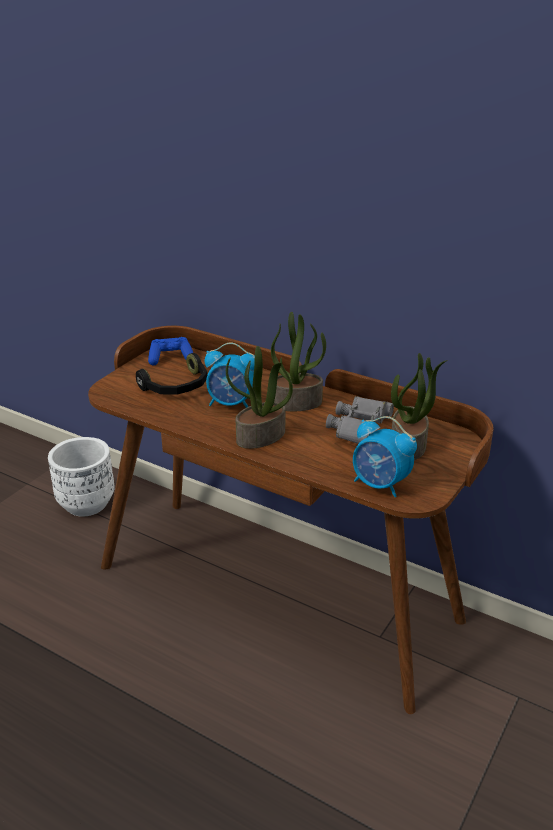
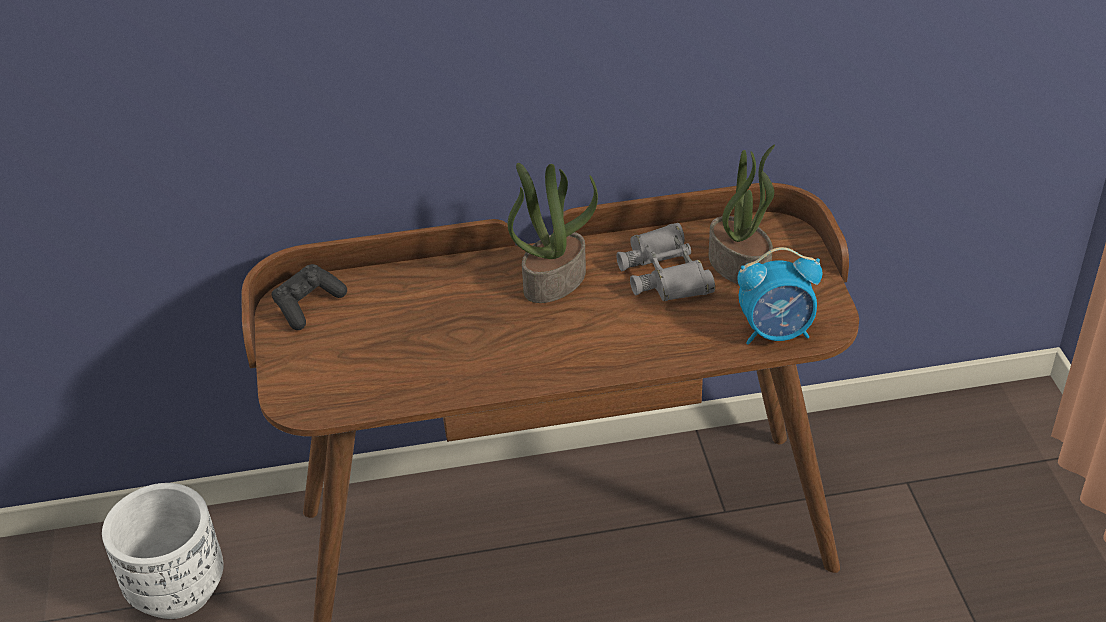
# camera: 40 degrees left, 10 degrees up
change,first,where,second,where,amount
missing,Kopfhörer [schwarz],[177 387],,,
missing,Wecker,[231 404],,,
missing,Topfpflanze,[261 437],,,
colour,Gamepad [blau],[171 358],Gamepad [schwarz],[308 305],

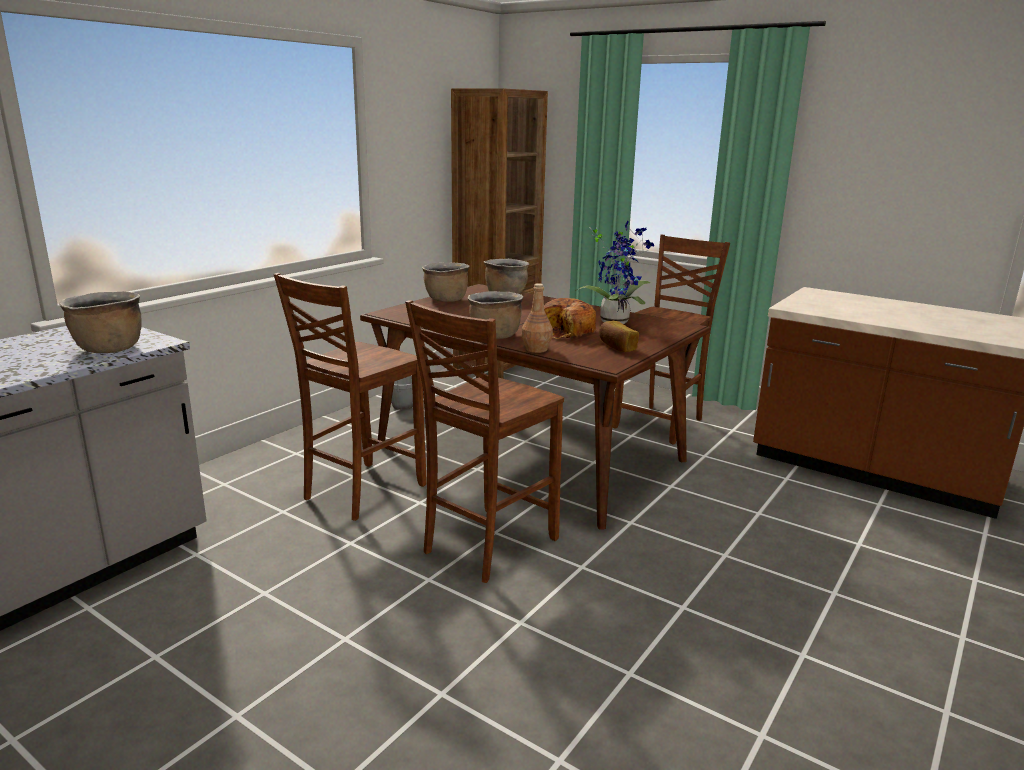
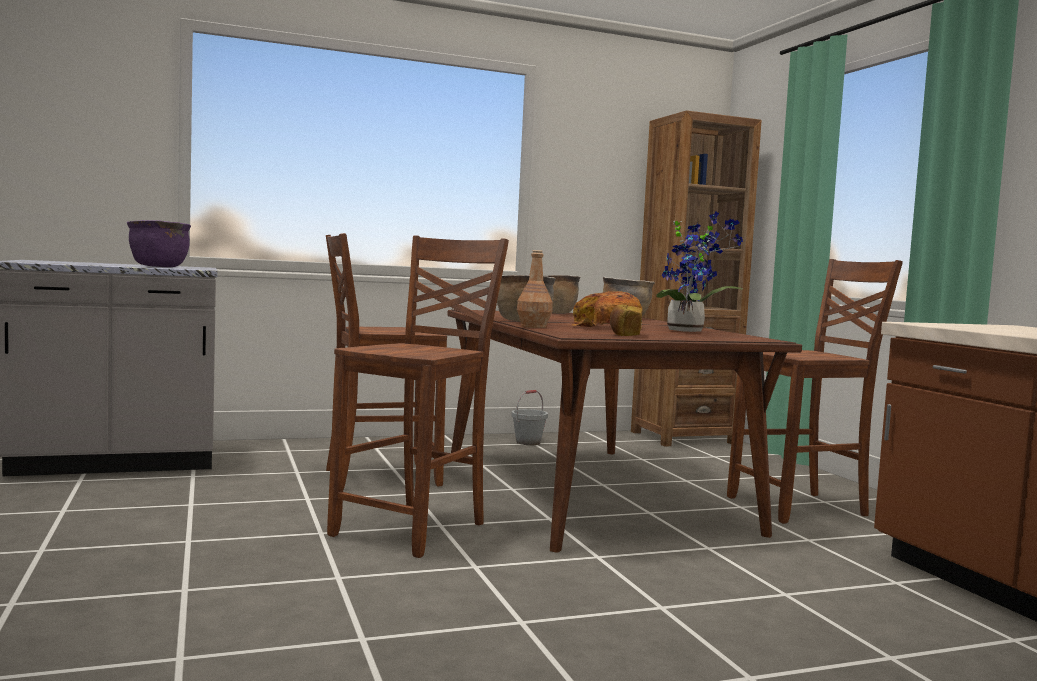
# camera: 35 degrees right, 15 degrees down
change,first,where,second,where,amount
colour,Kochtopf [braun],[108 349],Kochtopf [lila],[158 267],
spun,Stuhl [braun],[486 545],,[414 530],135 degrees clockwise

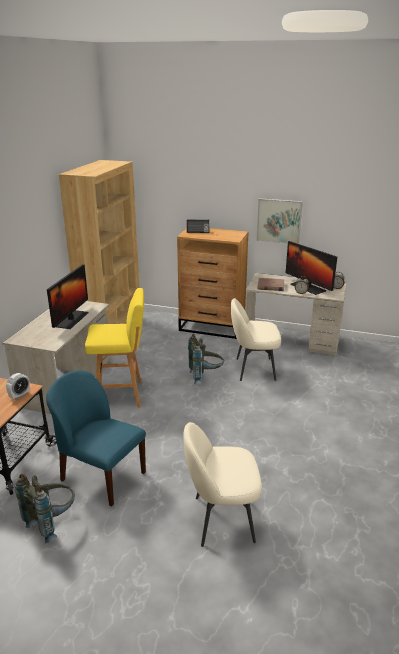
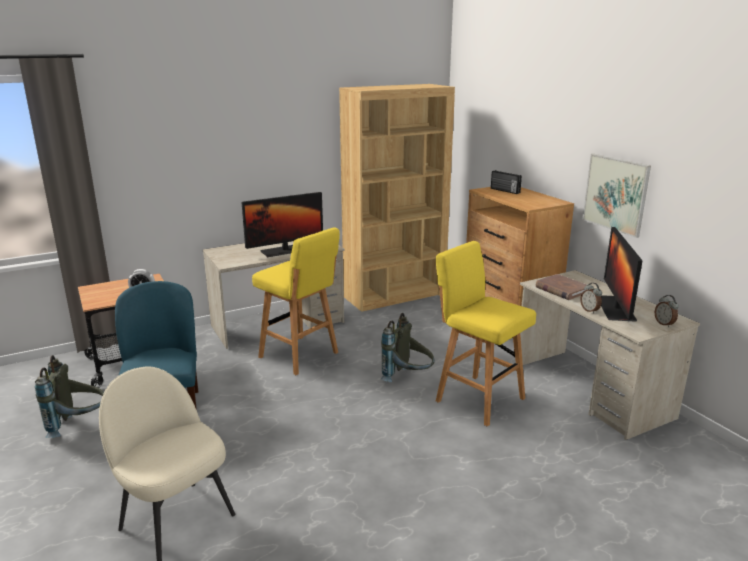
# camera: 45 degrees right, 5 degrees down
change,first,where,second,where,amount
exchanged,Stuhl [beige],[253 369],Hocker [gelb],[477 398],

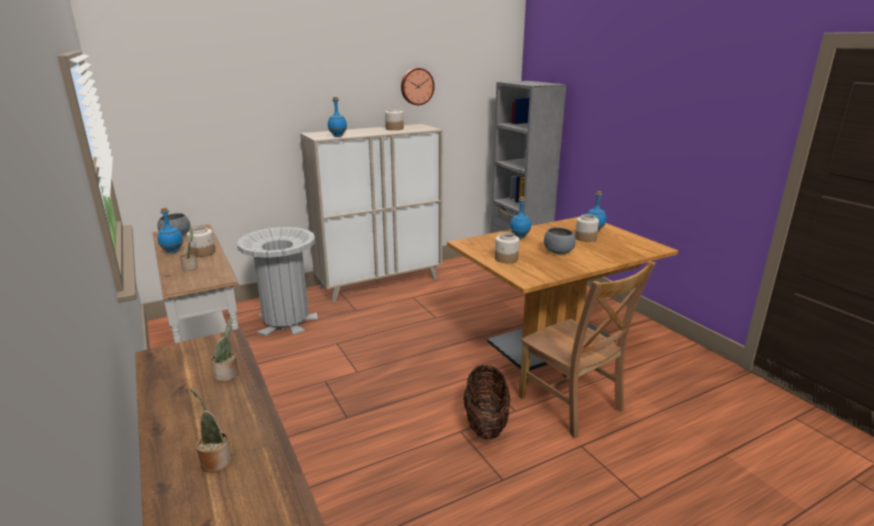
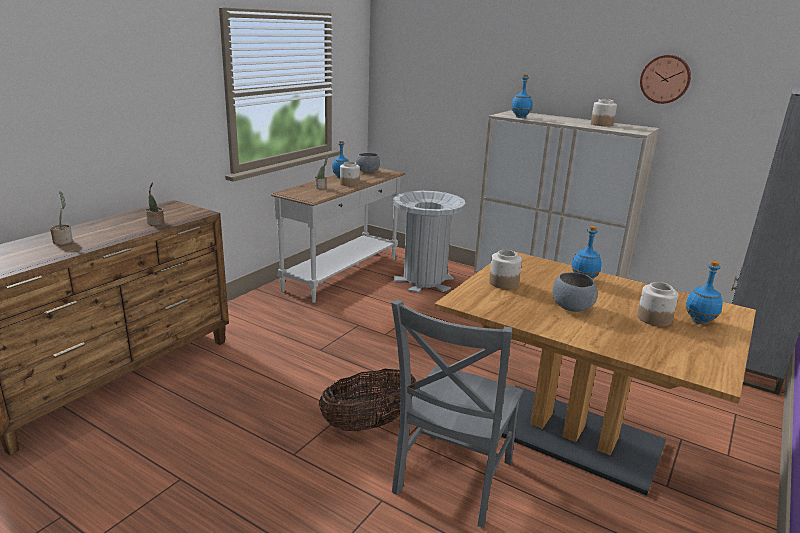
# camera: 60 degrees right, 0 degrees up
change,first,where,second,where,amount
colour,Stuhl [braun],[572 405],Stuhl [grau],[451 480],

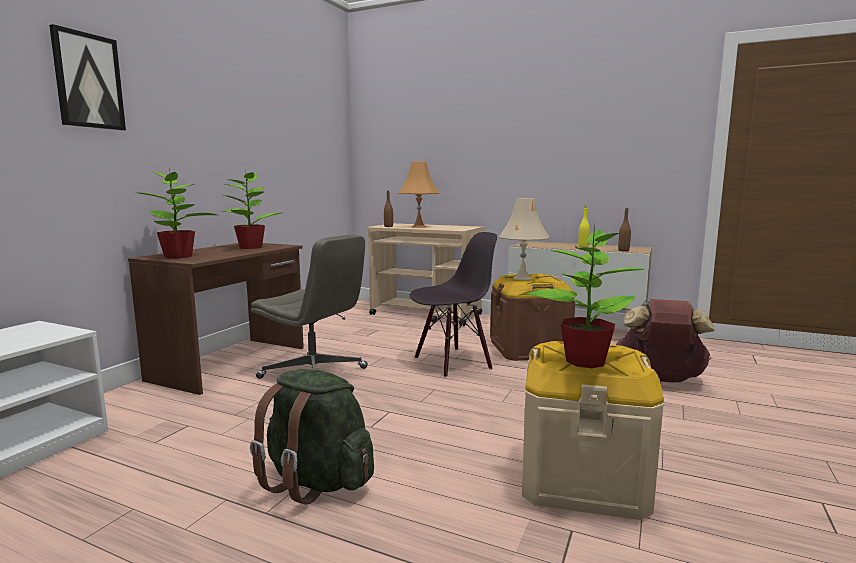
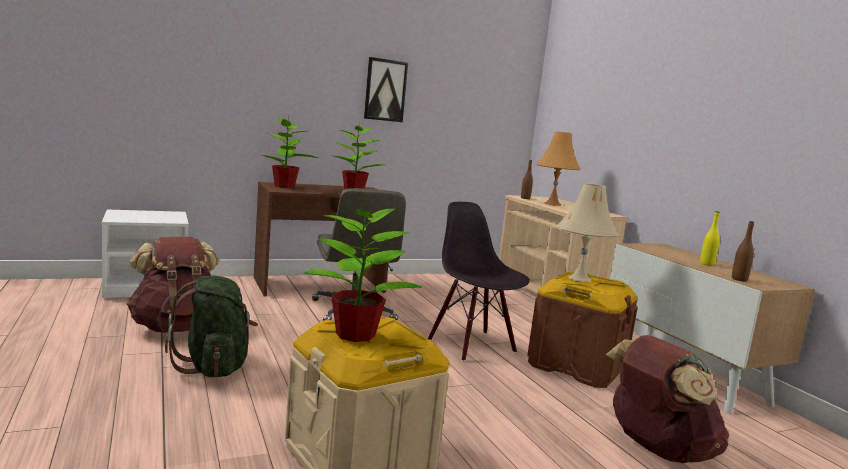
# camera: 40 degrees right, 0 degrees up
change,first,where,second,where,amount
appeared,,,Rucksack [braun],[177 328],
relocated,Bild,[88 81],,[385 90],
spun,Stuhl [schwarz],[452 362],,[472 345],135 degrees counterclockwise

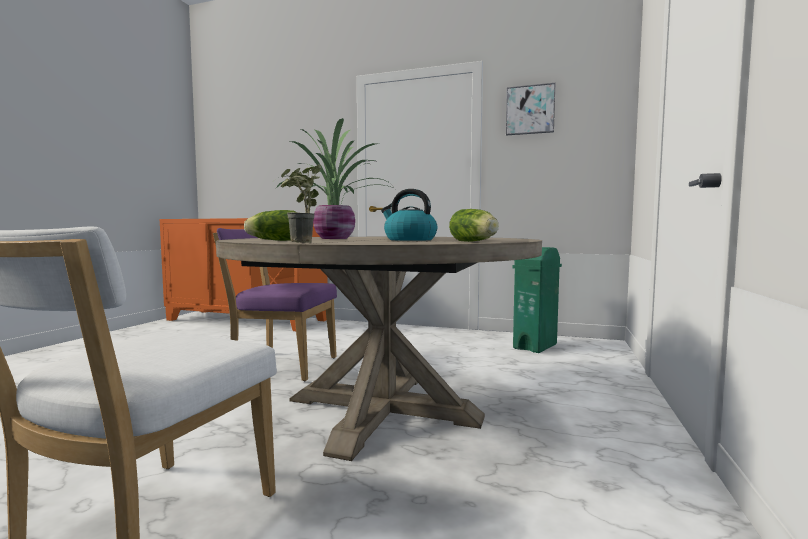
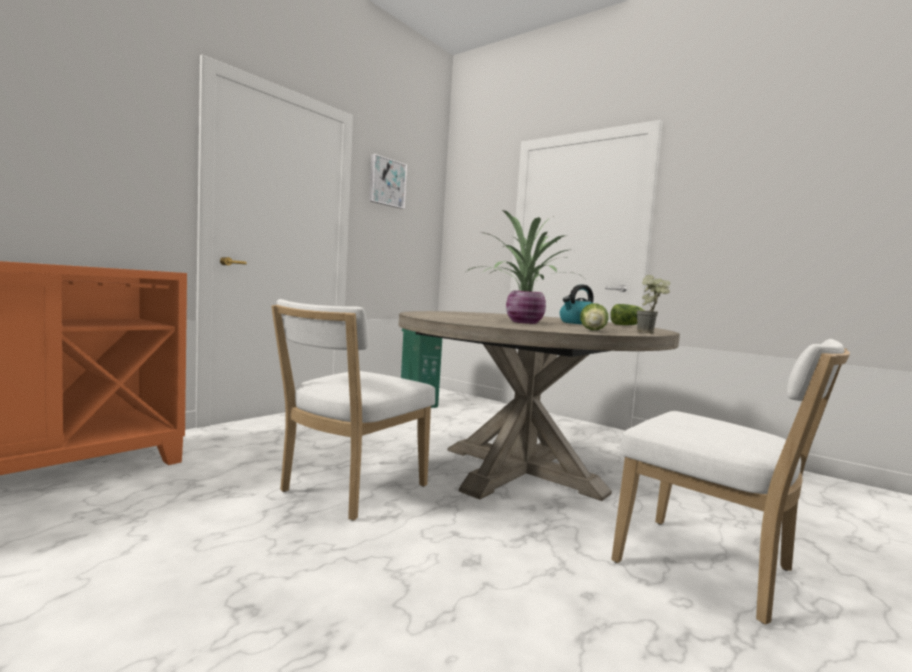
# camera: 70 degrees left, 0 degrees up
change,first,where,second,where,amount
colour,Stuhl [lila],[281 365],Stuhl [weiß],[349 490],

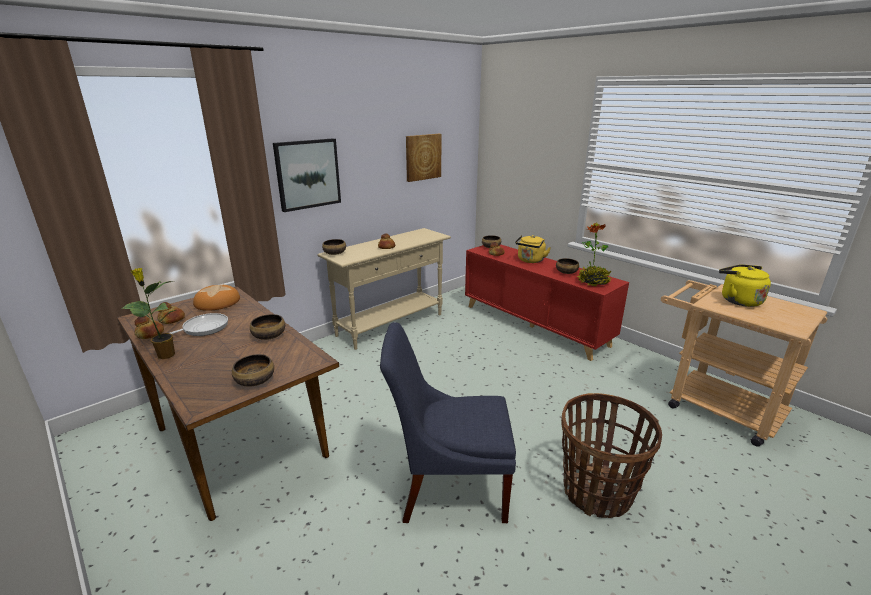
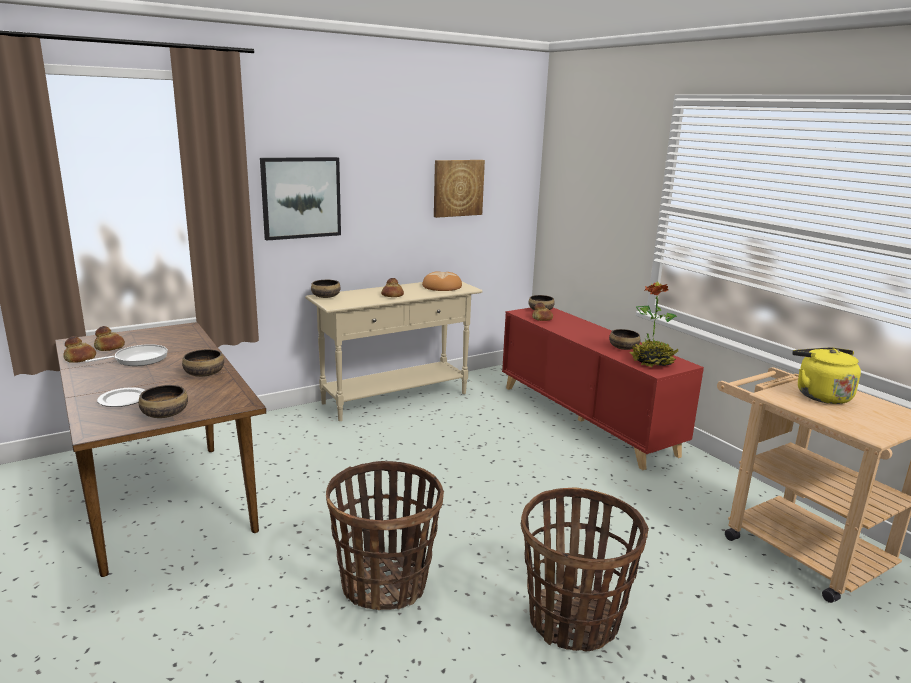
# camera: 10 degrees right, 5 degrees down
change,first,where,second,where,amount
missing,Topfpflanze,[165 355],,,
missing,Wasserkessel [gelb],[530 261],,,
appeared,,,Teller,[123 399],
relocated,Brot,[217 302],,[442 286],
exchanged,Stuhl [blau],[447 486],Korb,[385 584],

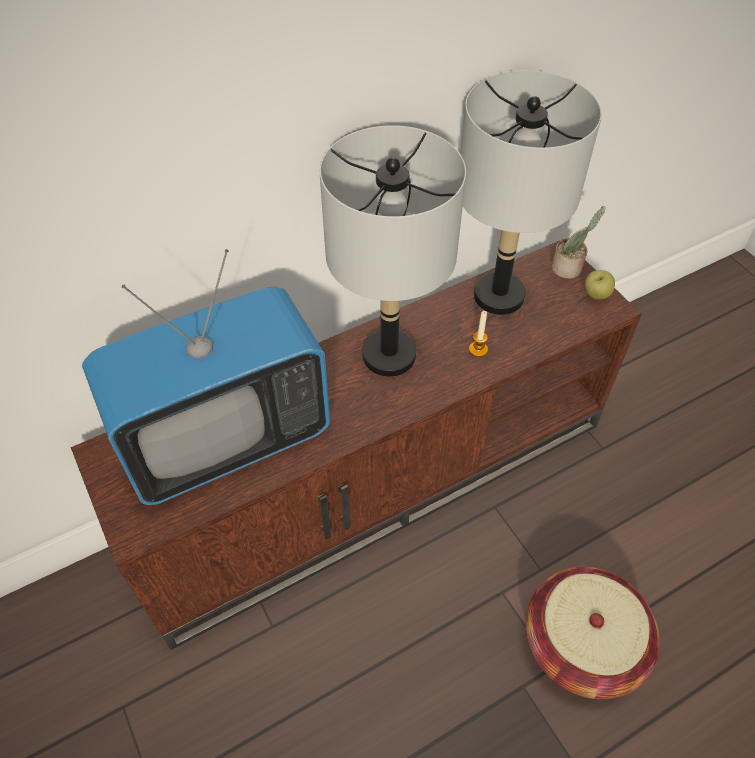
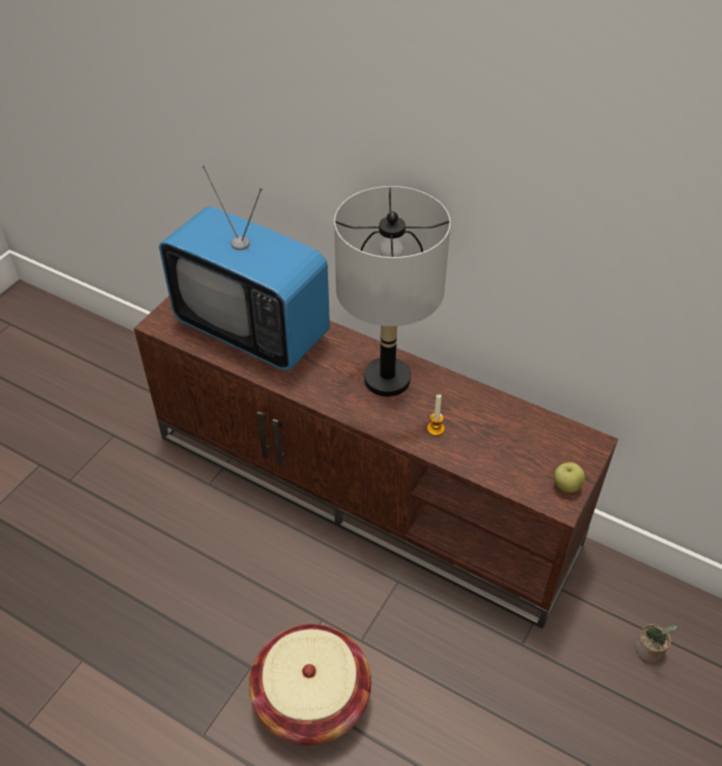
# camera: 60 degrees right, 5 degrees down
change,first,where,second,where,amount
missing,Tischlampe [grau],[499 296],,,
relocated,Topfpflanze,[568 269],,[650 651],

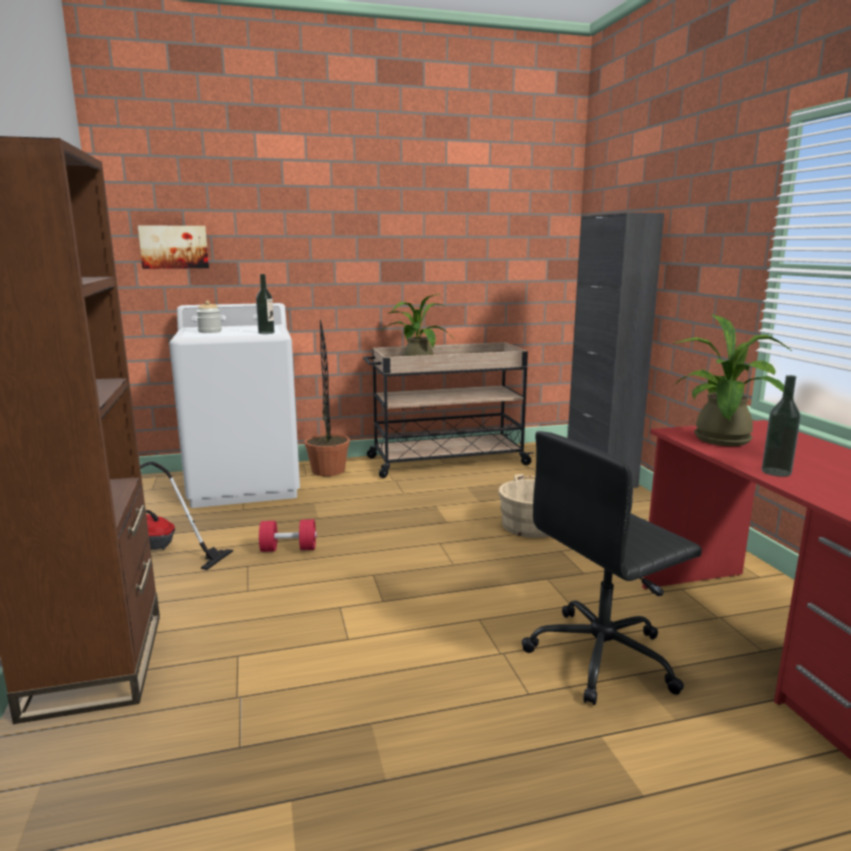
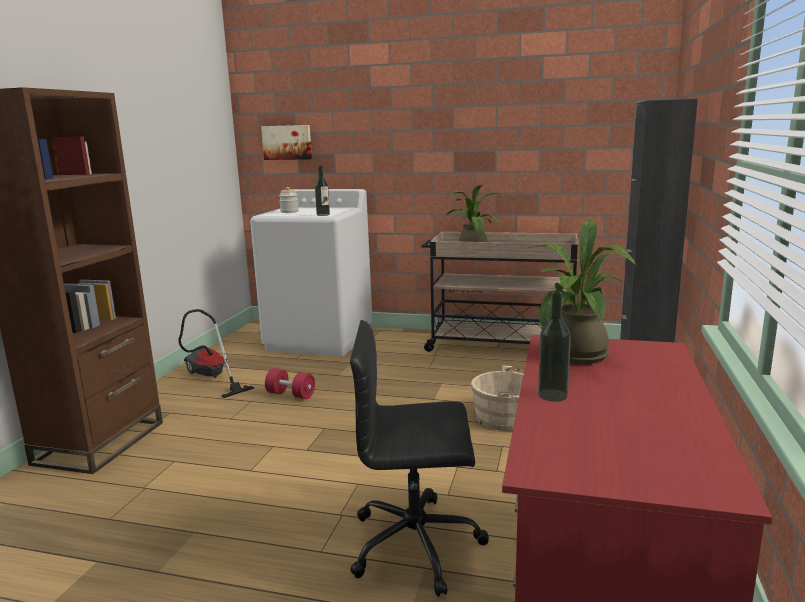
# camera: 30 degrees right, 0 degrees up
change,first,where,second,where,amount
missing,Topfpflanze,[328 471],,,

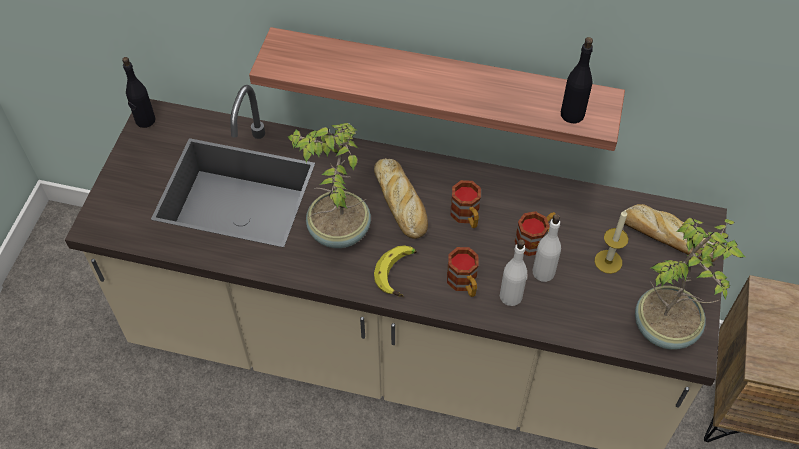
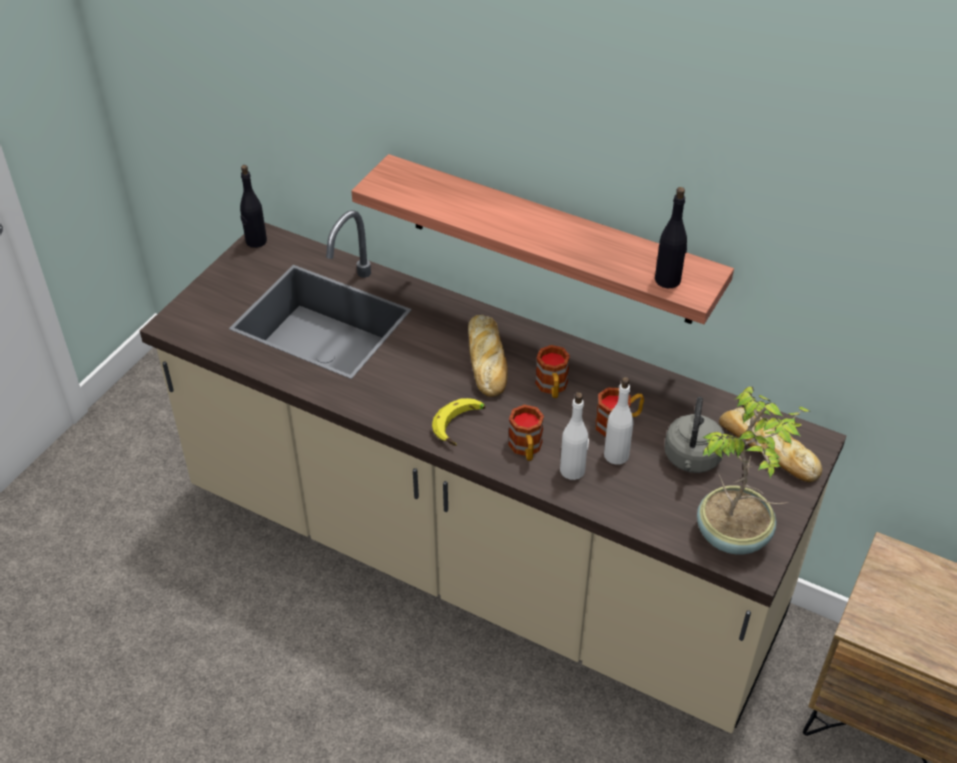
# camera: 15 degrees right, 10 degrees down
change,first,where,second,where,amount
missing,Topfpflanze,[337 231],,,
exchanged,Kerze,[608 261],Wasserkessel [grau],[691 459],

